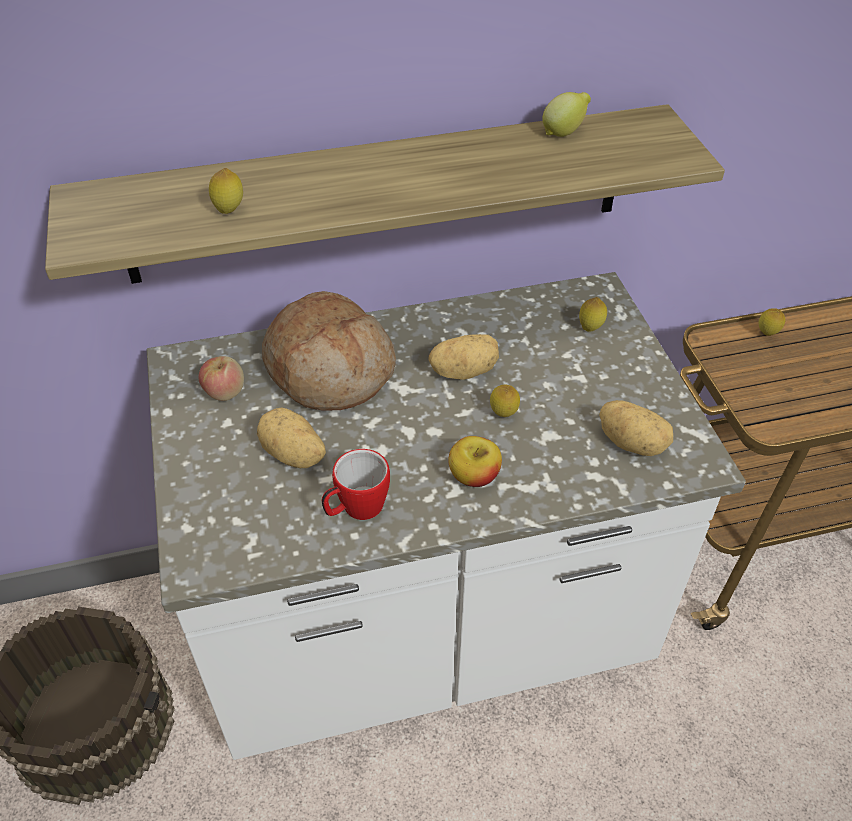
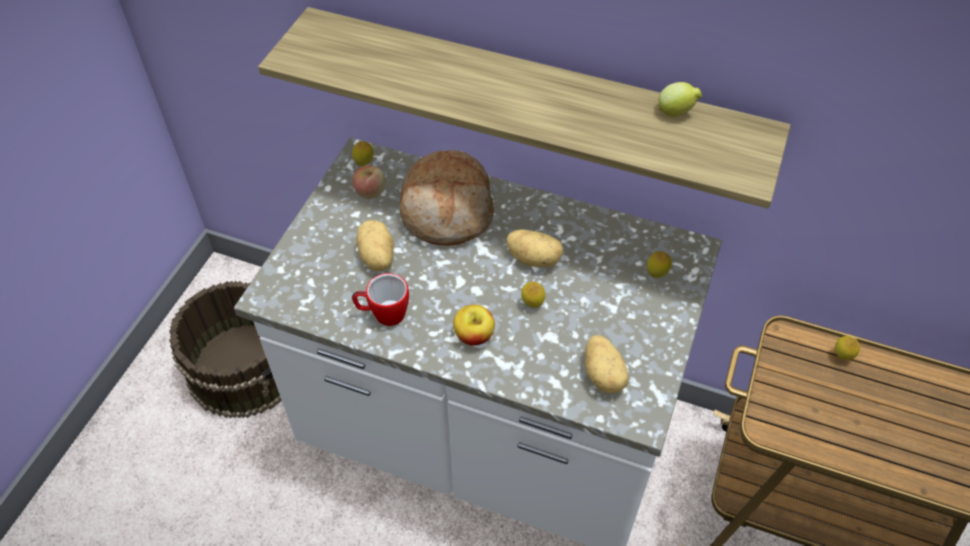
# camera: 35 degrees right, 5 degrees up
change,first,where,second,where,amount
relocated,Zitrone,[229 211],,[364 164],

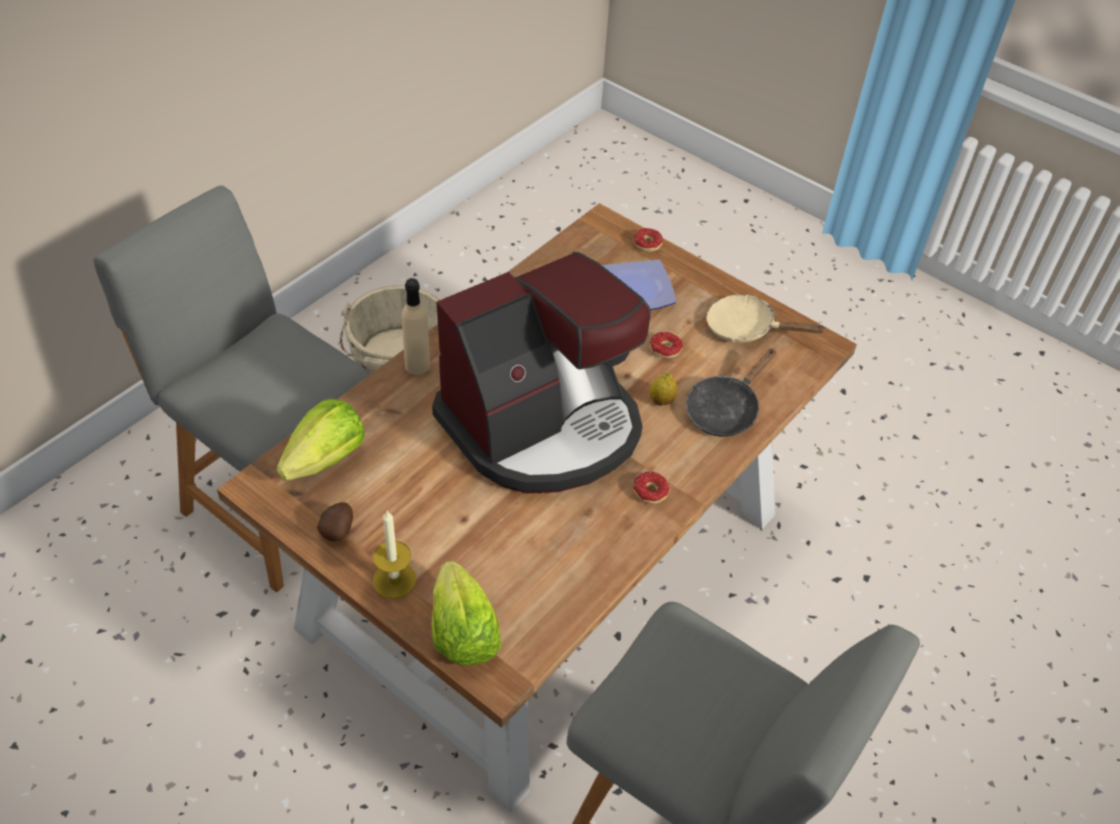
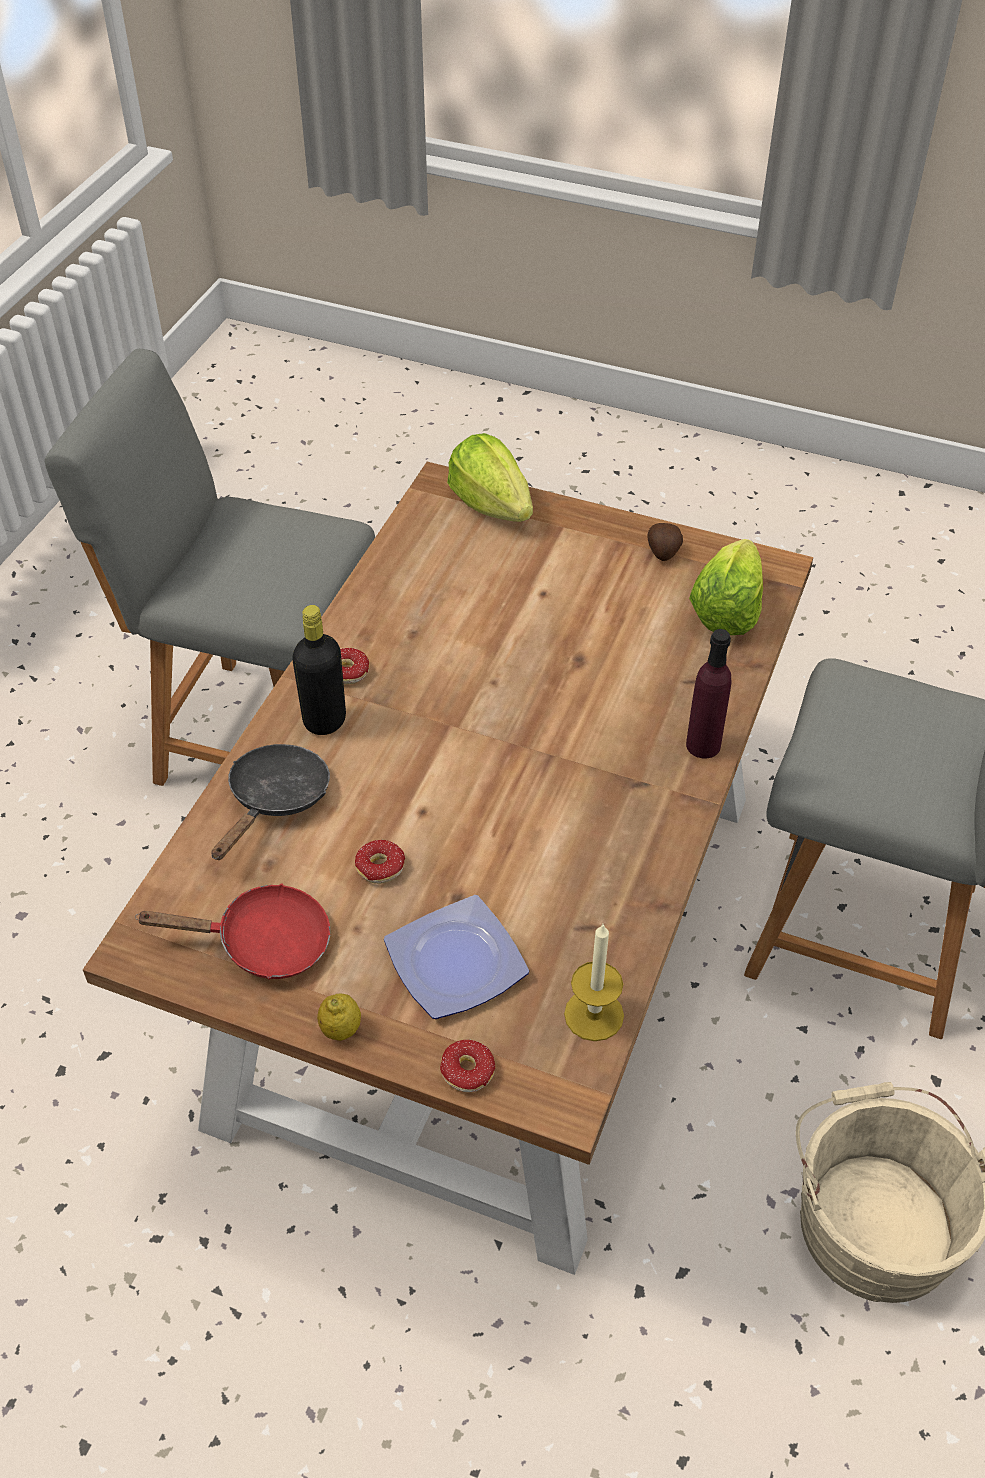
# camera: 165 degrees right, 0 degrees up
change,first,where,second,where,amount
missing,Kaffeemaschine,[543 426],,,
appeared,,,Flasche [schwarz],[324 720],
relocated,Kerze,[394 580],,[594 1015],
relocated,Zitrone,[661 401],,[341 1029],
colour,Flasche [beige],[417 365],Flasche [lila],[703 745],
colour,Pfanne [beige],[746 328],Pfanne [rot],[263 943],

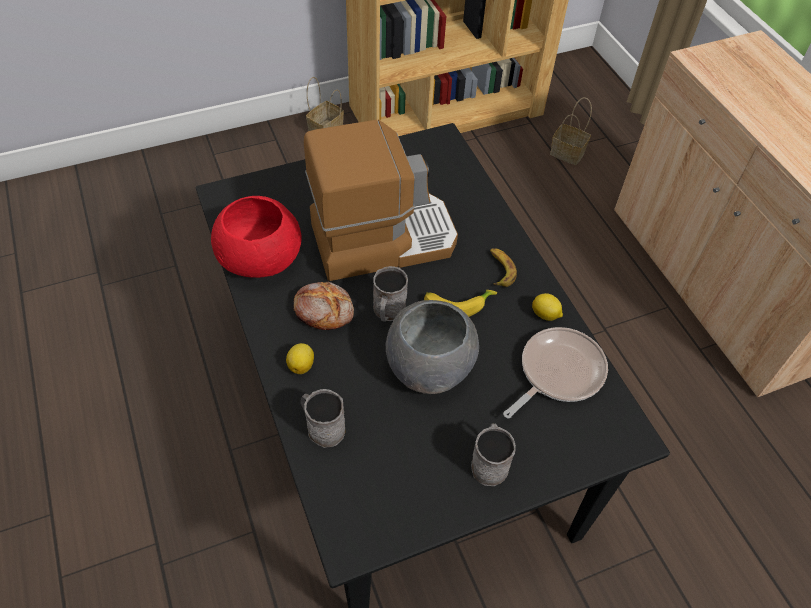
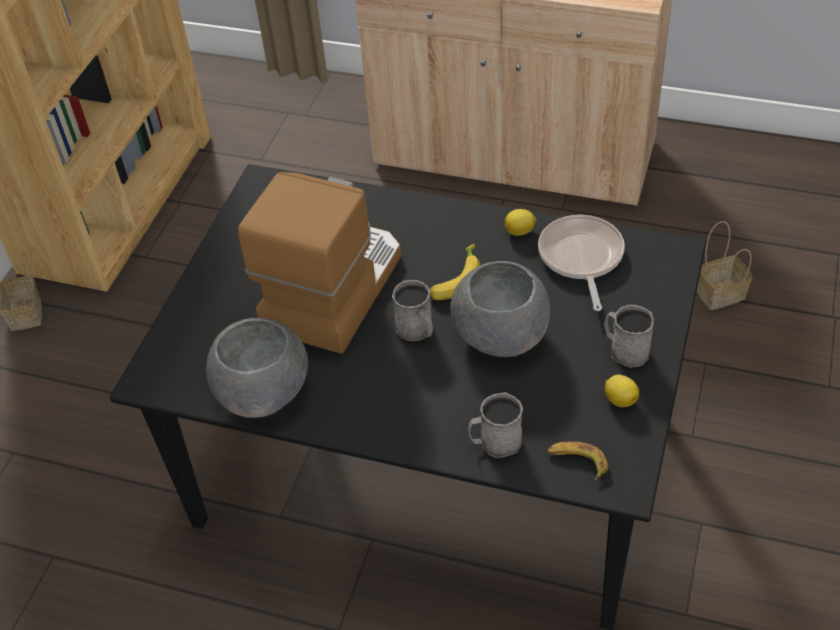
# camera: 45 degrees left, 5 degrees down
change,first,where,second,where,amount
missing,Brot,[324 310],,,
relocated,Zitrone,[301 365],,[620 399],
relocated,Banane,[499 269],,[577 461],
relocated,Korb,[568 153],,[721 293],
colour,Schüssel [rot],[261 259],Schüssel [grau],[264 391],

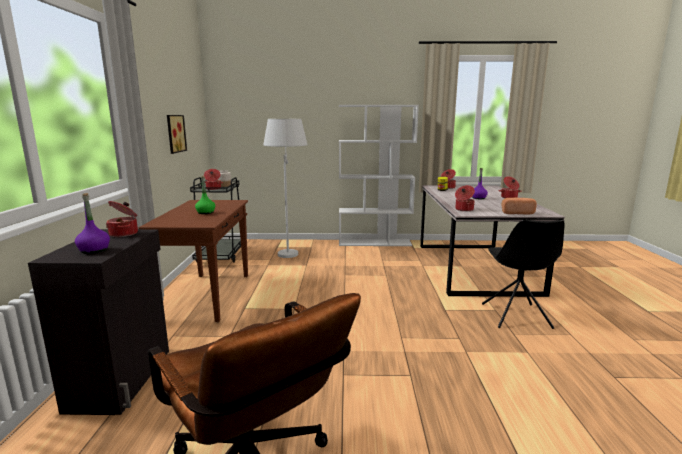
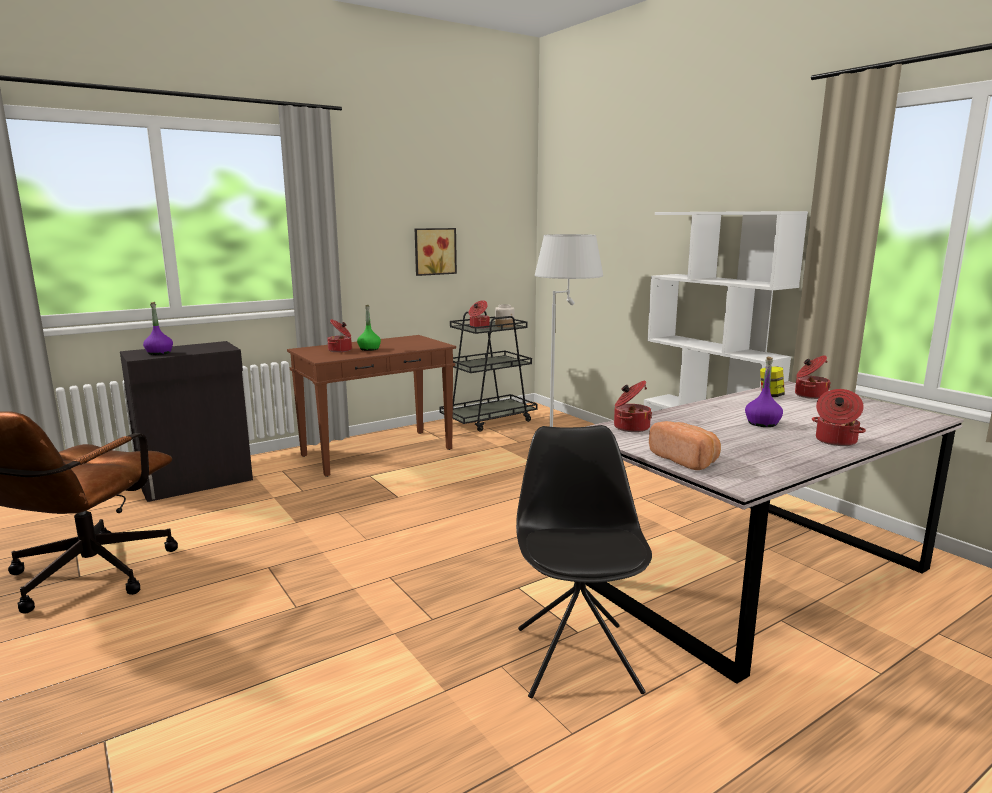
# camera: 55 degrees right, 0 degrees up
change,first,where,second,where,amount
relocated,Kochtopf,[124 234],,[340 350],
spun,Stuhl [schwarz],[516 316],,[577 657],120 degrees clockwise

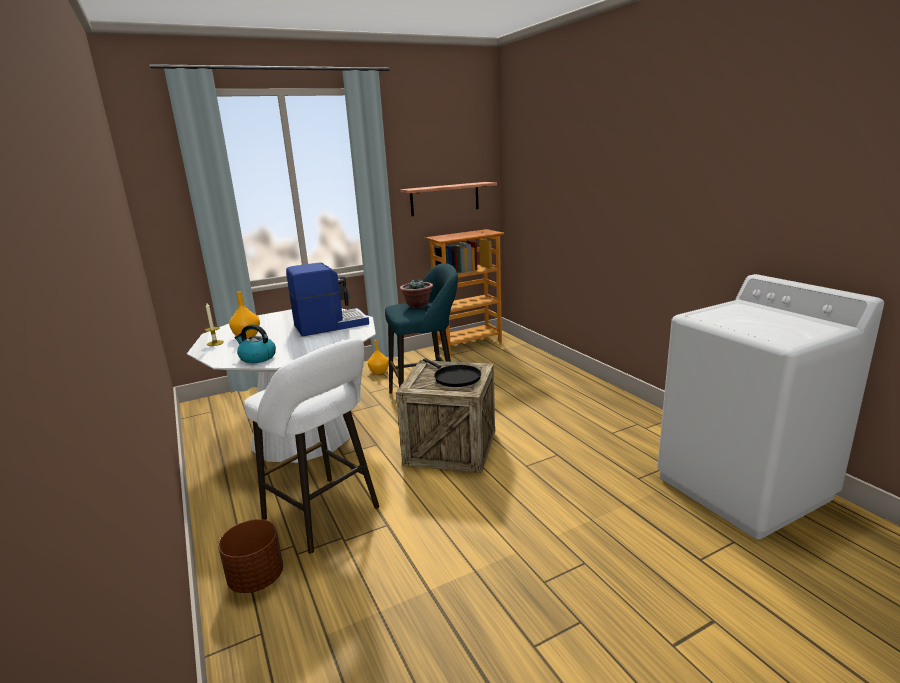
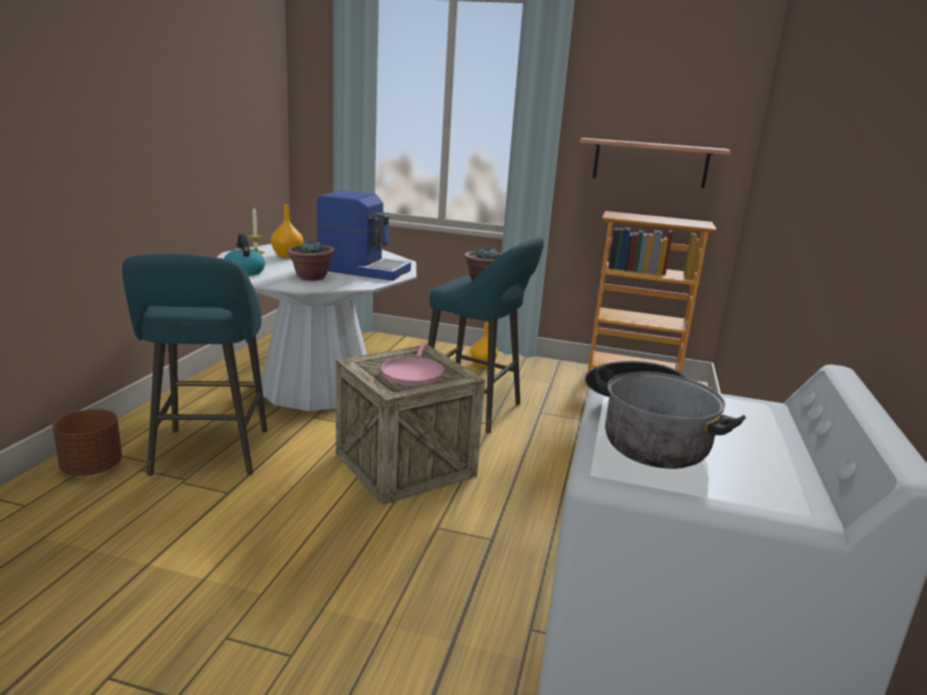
# camera: 40 degrees right, 0 degrees up
change,first,where,second,where,amount
appeared,,,Topfpflanze,[311 277],
appeared,,,Kochtopf,[646 434],
colour,Hocker [weiß],[325 515],Hocker [türkis],[209 455],
colour,Pfanne [schwarz],[455 378],Pfanne [rosa],[412 373],

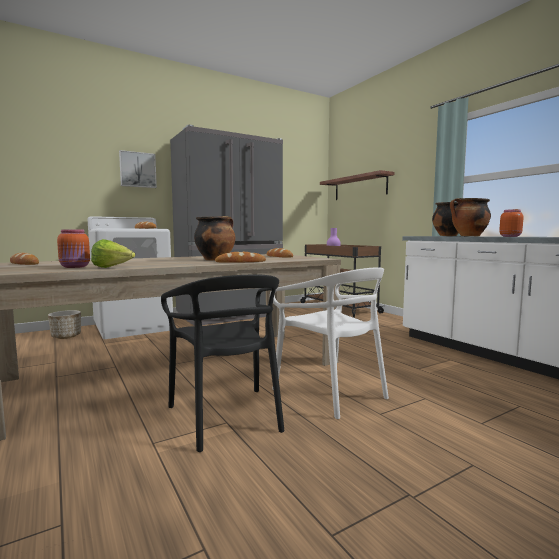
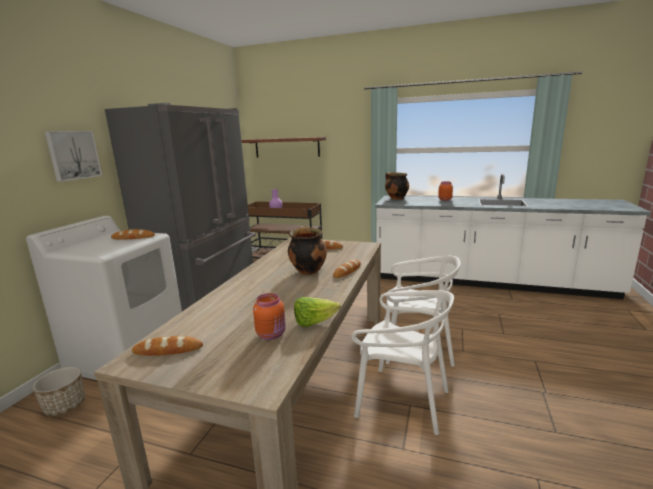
# camera: 40 degrees left, 10 degrees up
change,first,where,second,where,amount
missing,Kochtopf,[469 236],,,
colour,Stuhl [schwarz],[226 416],Stuhl [weiß],[402 401],

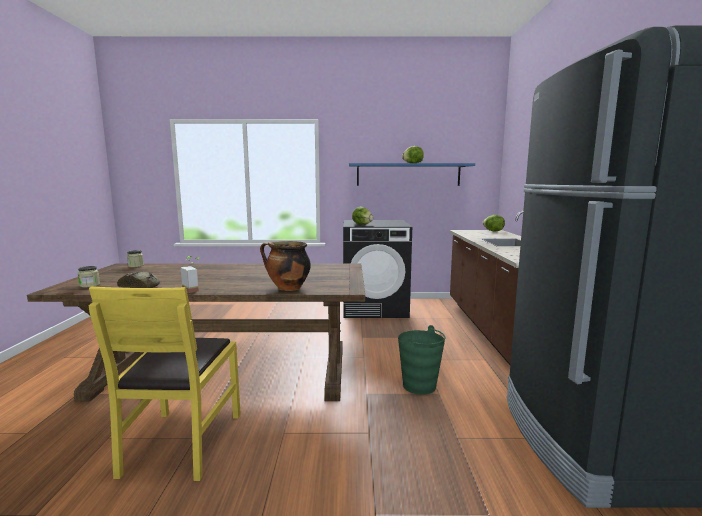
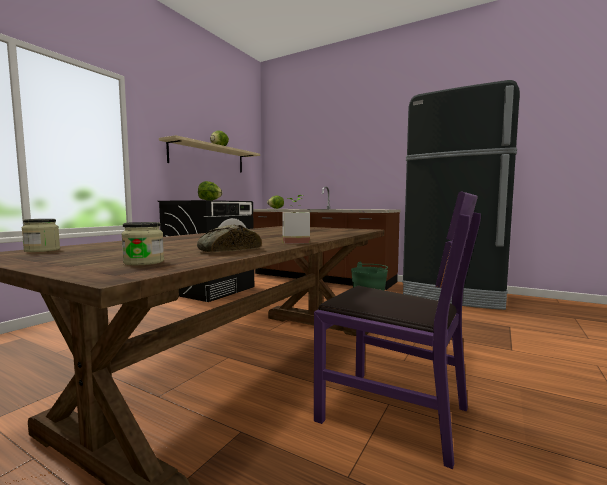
# camera: 60 degrees left, 5 degrees down
change,first,where,second,where,amount
missing,Kochtopf,[287 288],,,
colour,Stuhl [gelb],[182 442],Stuhl [lila],[393 412],
colour,Wandregal [blau],[408 174],Wandregal [beige],[208 158],

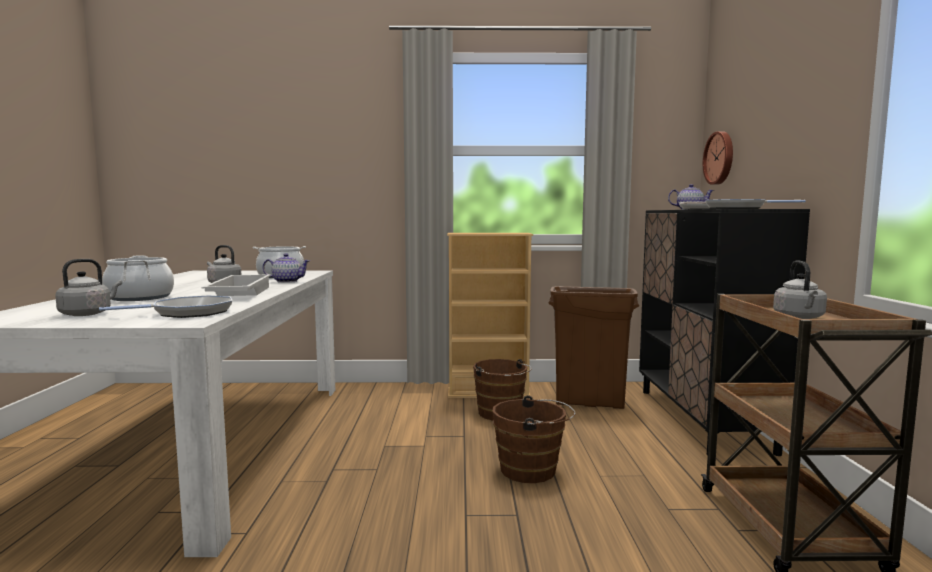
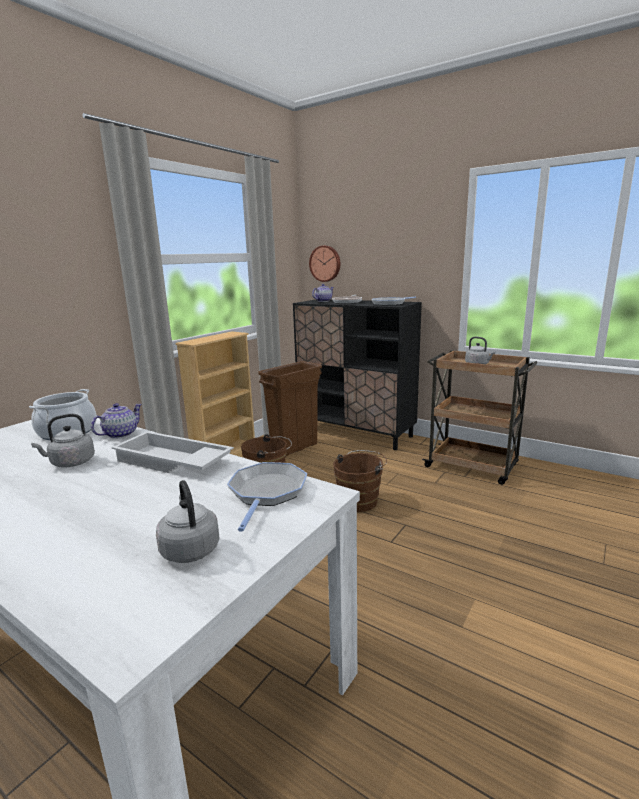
# camera: 55 degrees left, 10 degrees up
change,first,where,second,where,amount
missing,Kochtopf,[140 297],,,

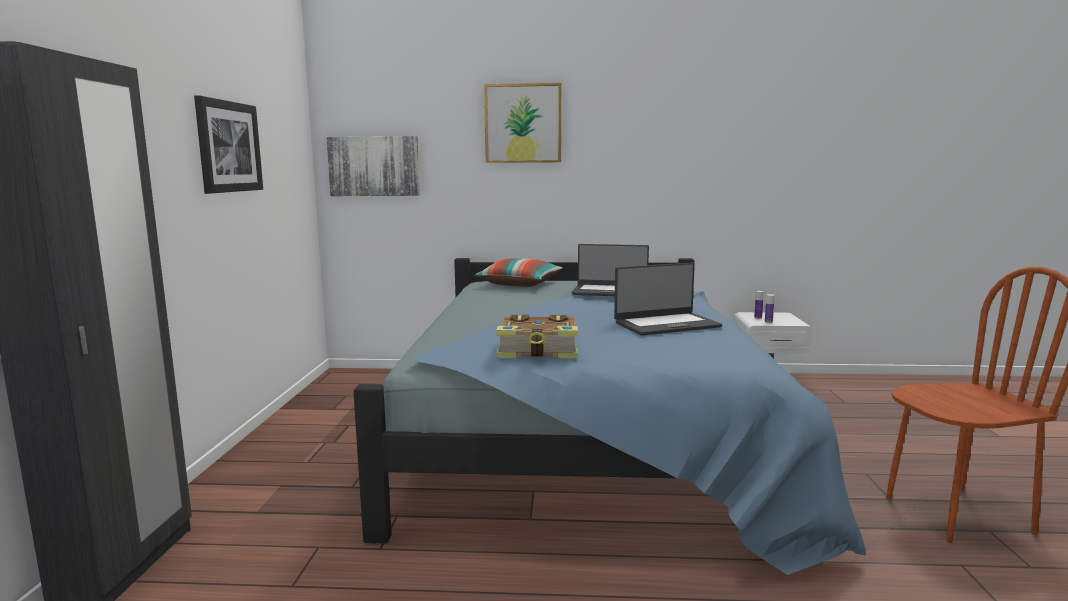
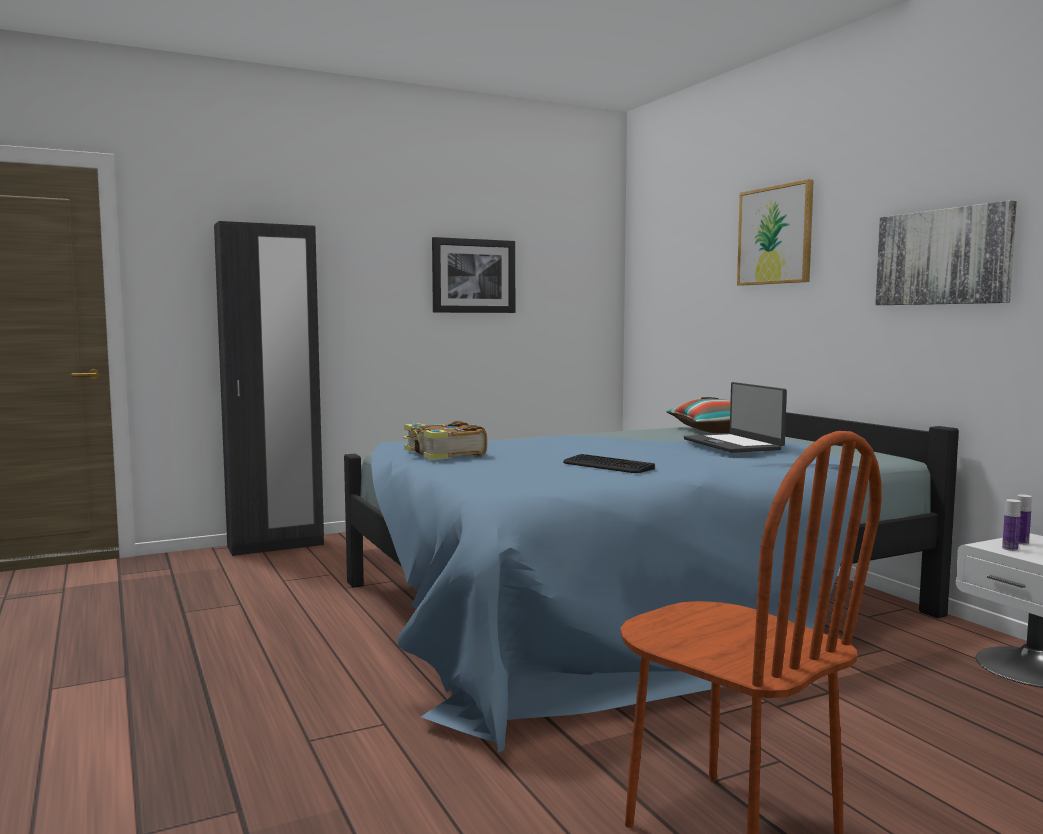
# camera: 60 degrees right, 5 degrees down
change,first,where,second,where,amount
relocated,Bild,[374 166],,[943 257],
exchanged,Laptop,[666 324],Tastatur,[607 466],

